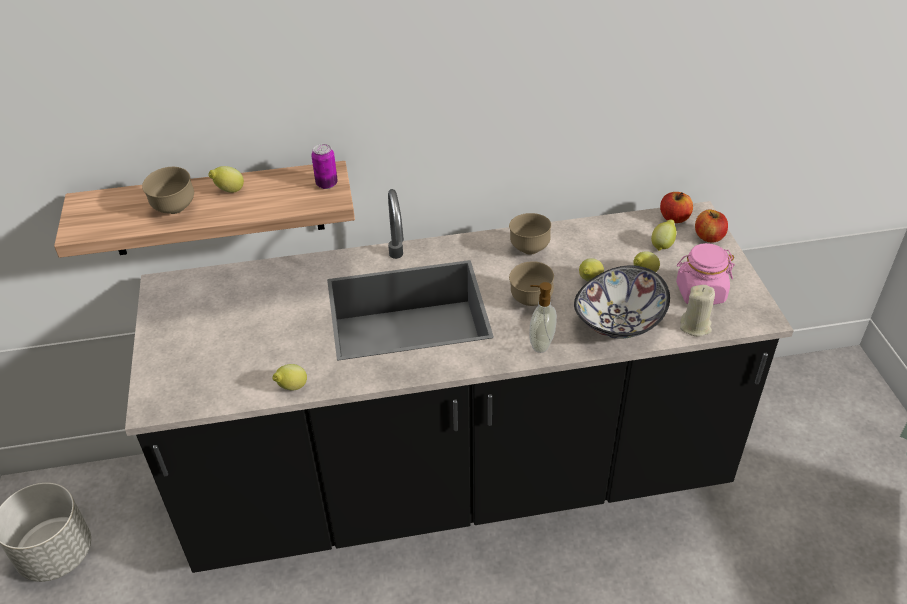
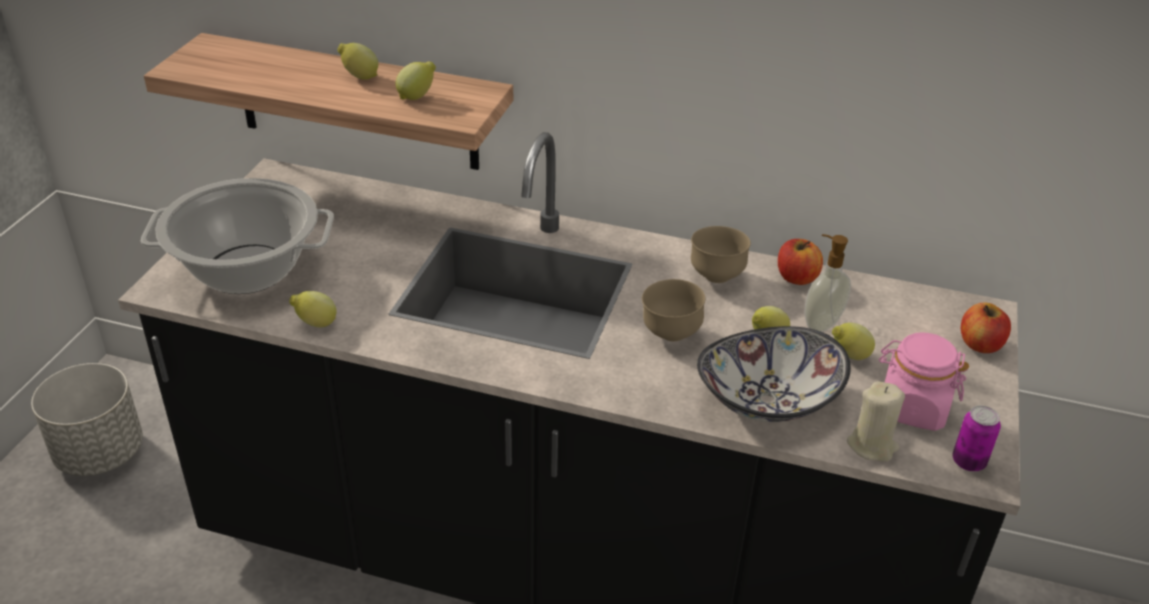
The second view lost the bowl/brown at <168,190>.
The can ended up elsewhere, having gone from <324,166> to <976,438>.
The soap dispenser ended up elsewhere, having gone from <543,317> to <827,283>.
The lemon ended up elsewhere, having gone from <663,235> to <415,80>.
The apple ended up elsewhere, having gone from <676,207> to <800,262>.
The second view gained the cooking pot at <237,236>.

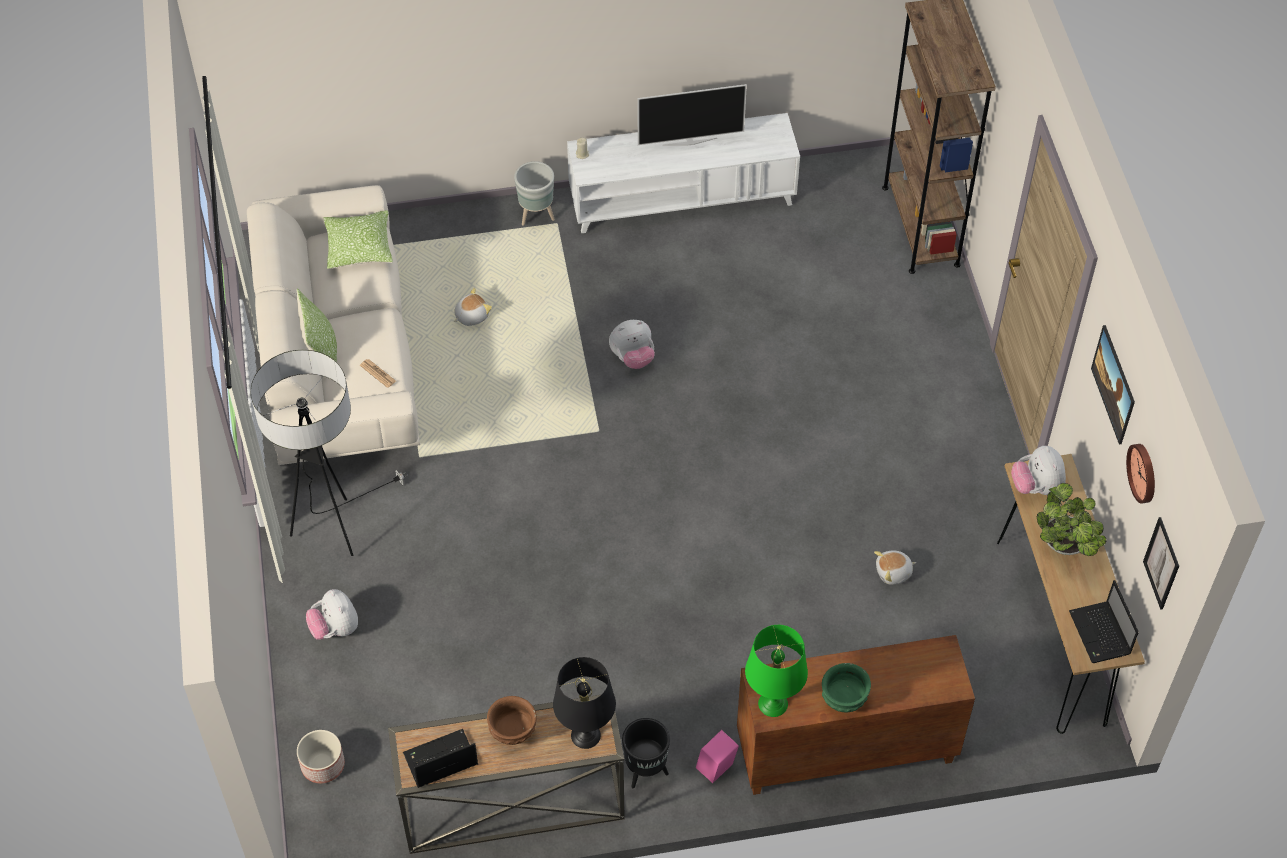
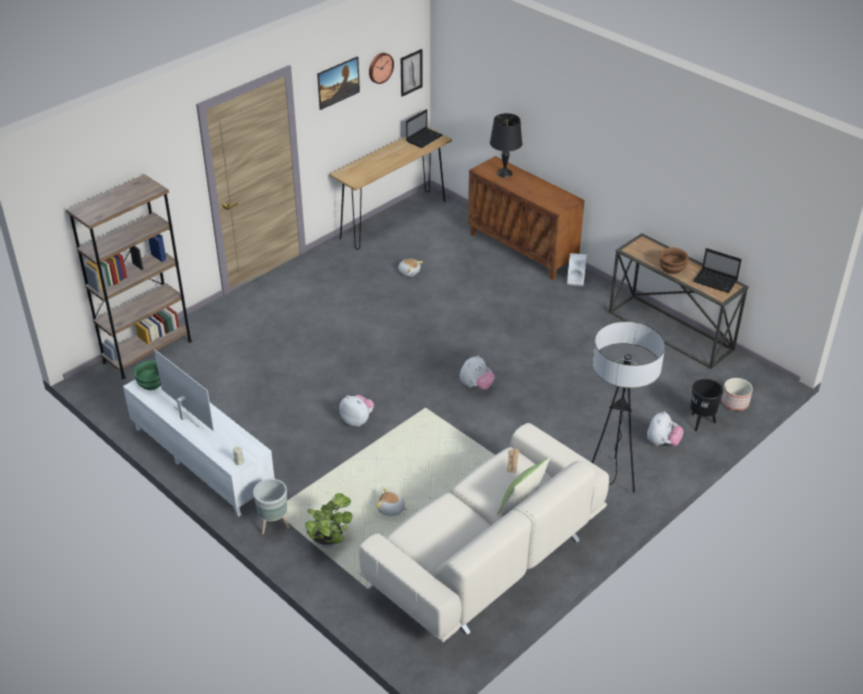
The second view lost the pillow at <358,239>.
The table lamp/black ended up elsewhere, having gone from <584,703> to <506,145>.
The planter/black ended up elsewhere, having gone from <646,753> to <707,405>.
What was the speaker/pink at <717,756> turned into the speaker/white at <577,269>.
The second view lost the table lamp/green at <776,671>.
The bowl/green ended up elsewhere, having gone from <846,687> to <147,375>.
The plush toy ended up elsewhere, having gone from <1038,470> to <477,372>.
The potted plant ended up elsewhere, having gone from <1072,519> to <329,520>.

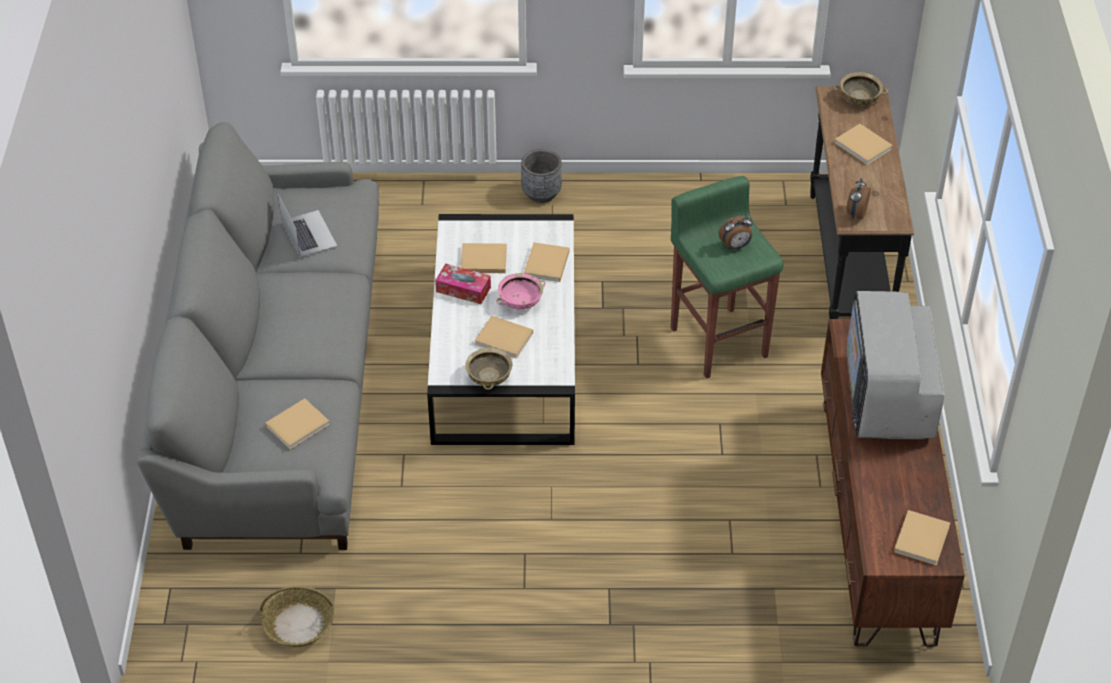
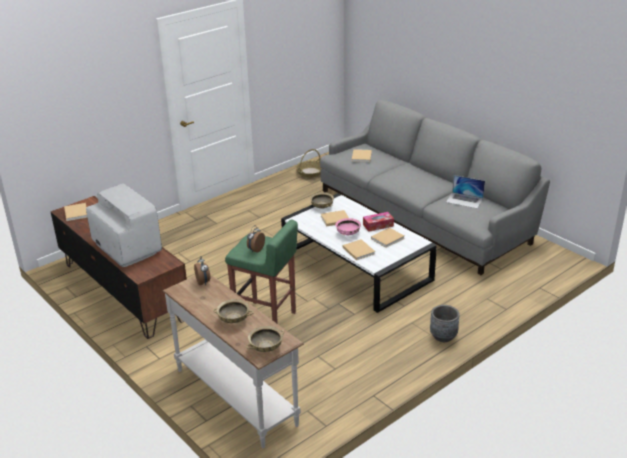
What was the console table/black at <862,203> turned into the console table/white at <233,361>.
Where the book/beige stood at <864,144>, the bowl/beige came to stand at <233,311>.

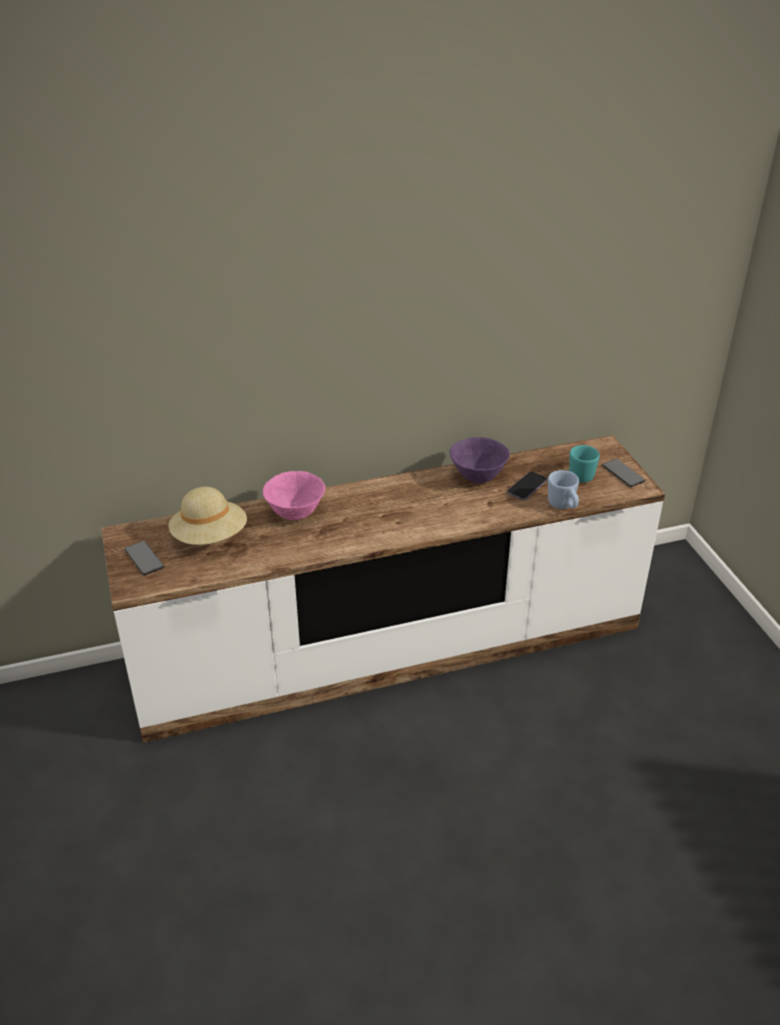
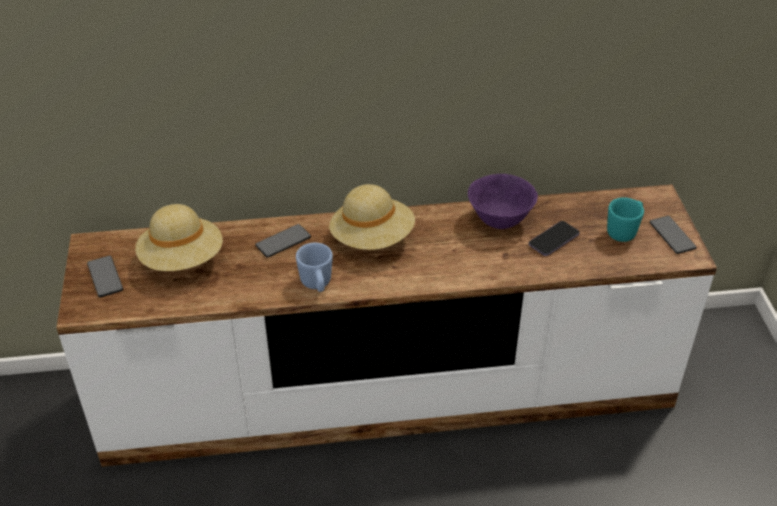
Where the bowl/pink stood at <294,495>, the phone came to stand at <283,241>.
The mug/blue ended up elsewhere, having gone from <563,489> to <314,267>.
The second view gained the hat/beige at <372,217>.

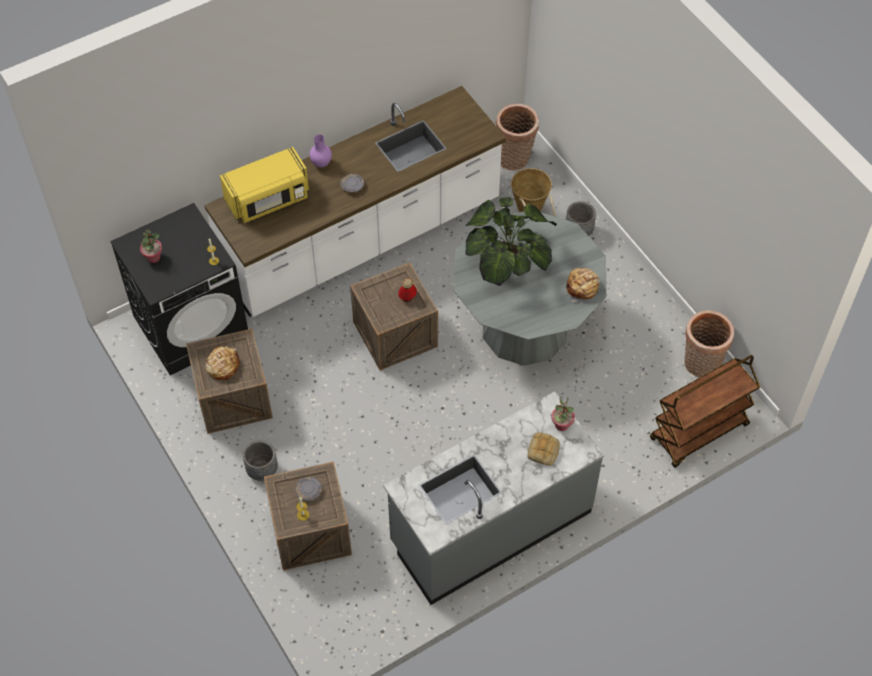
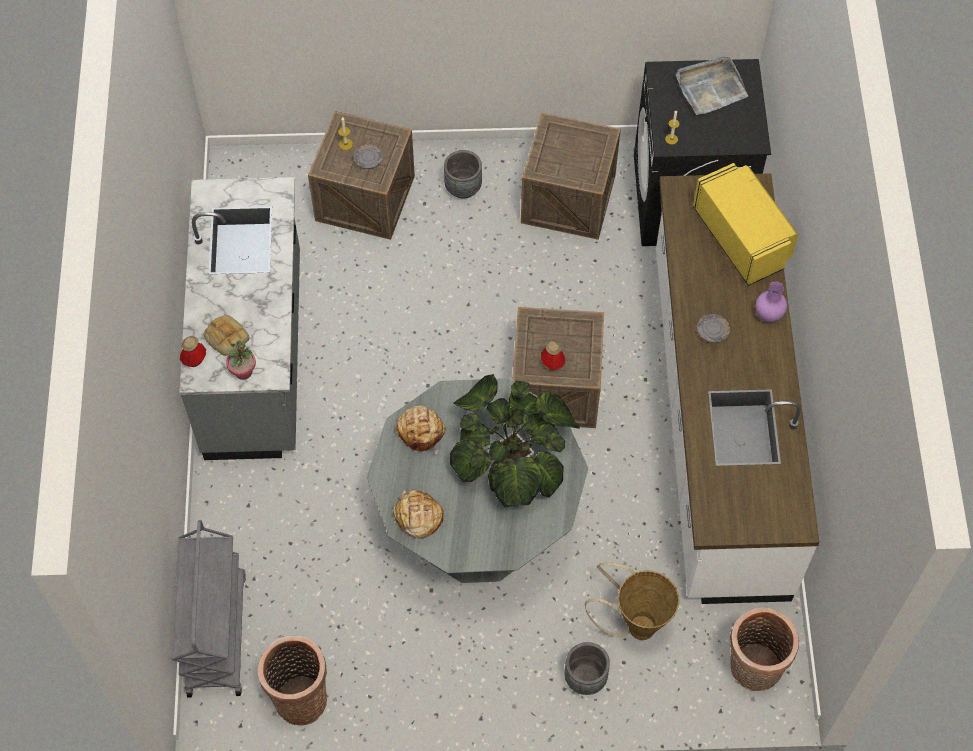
Where the potted plant stood at <151,246>, the tray/grey came to stand at <712,85>.
The bread ended up elsewhere, having gone from <223,363> to <420,429>.
The microwave/yellow at <264,185> ended up facing another way, 150 degrees clockwise from before.
What was the cart/brown at <705,411> turned into the cart/grey at <208,609>.
The second view gained the bottle at <193,351>.

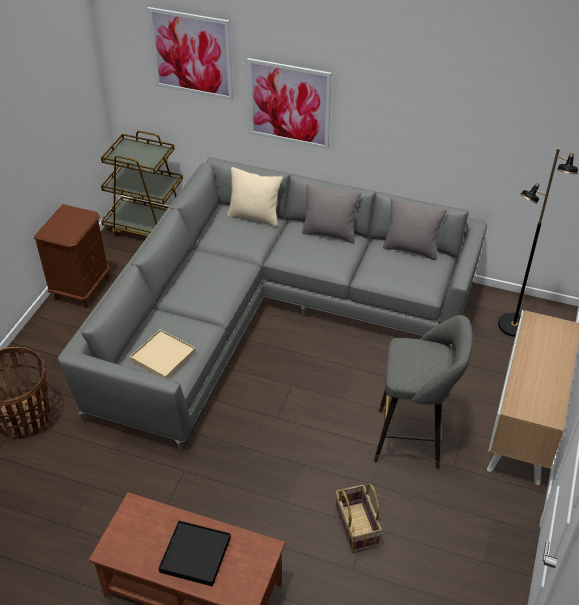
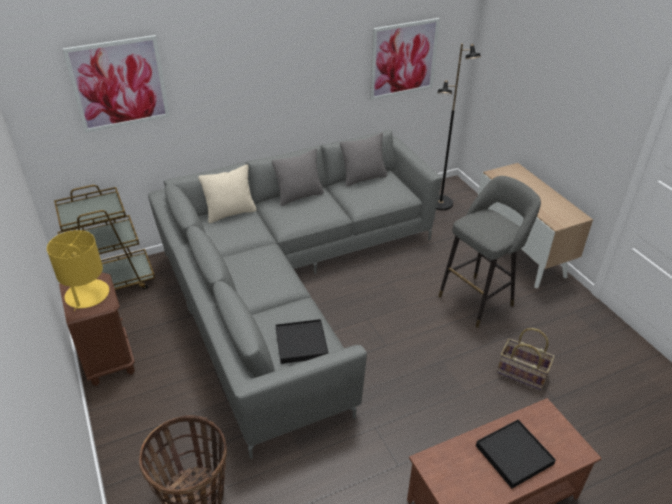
What was the tray/beige at <163,354> turned into the tray/black at <302,341>.
The picture ended up elsewhere, having gone from <289,103> to <405,59>.
The second view gained the table lamp/yellow at <78,270>.

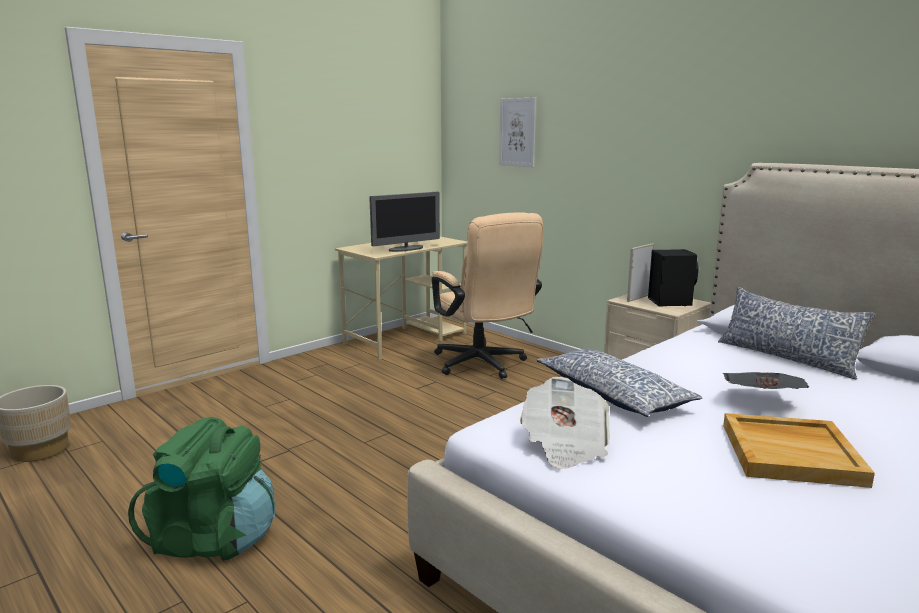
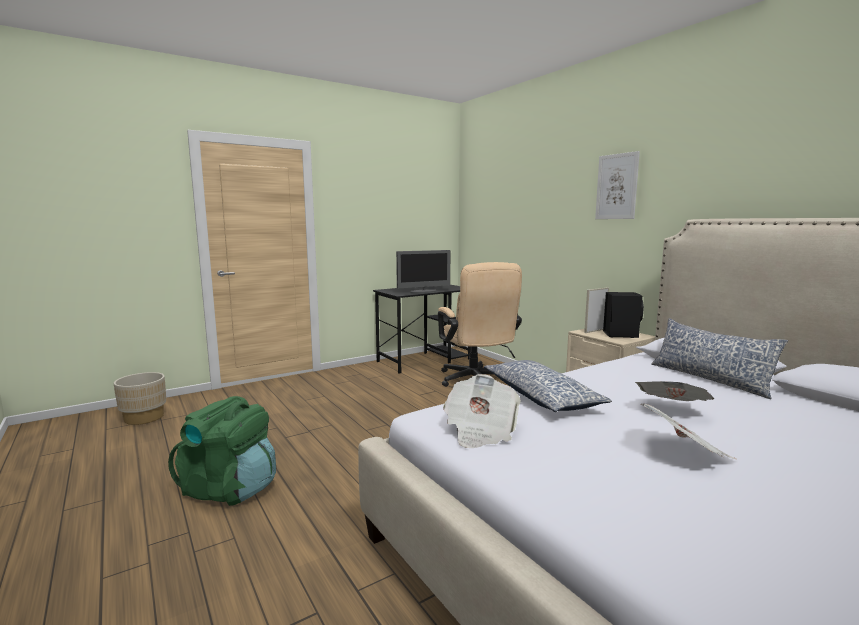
What was the desk/beige at <401,298> turned into the desk/black at <422,329>.
The picture ended up elsewhere, having gone from <517,132> to <617,185>.
Where the tray/beige stood at <799,450>, the newspaper came to stand at <688,431>.

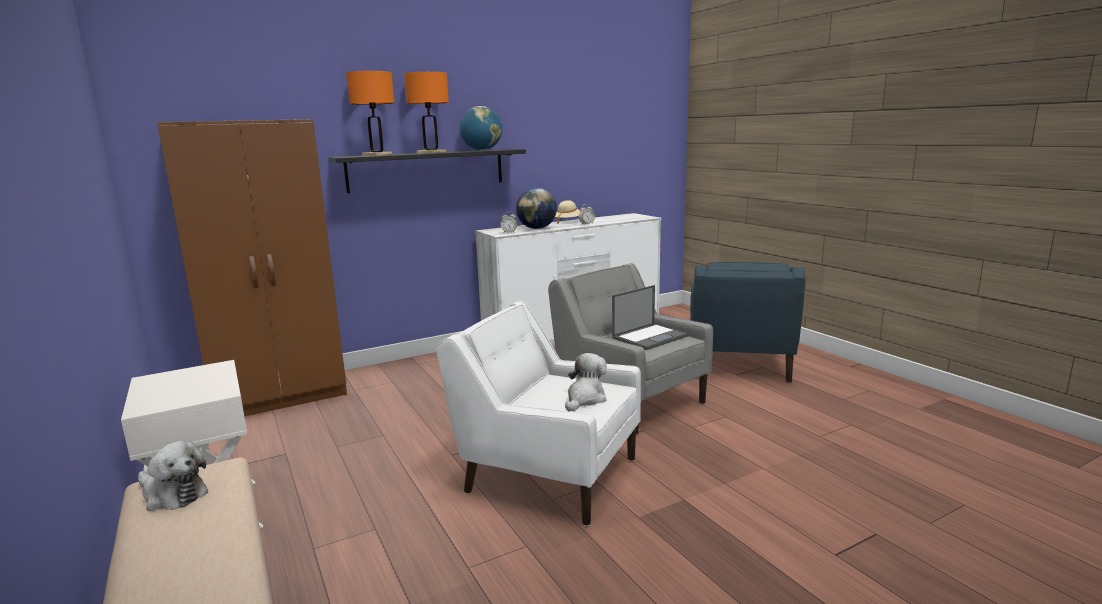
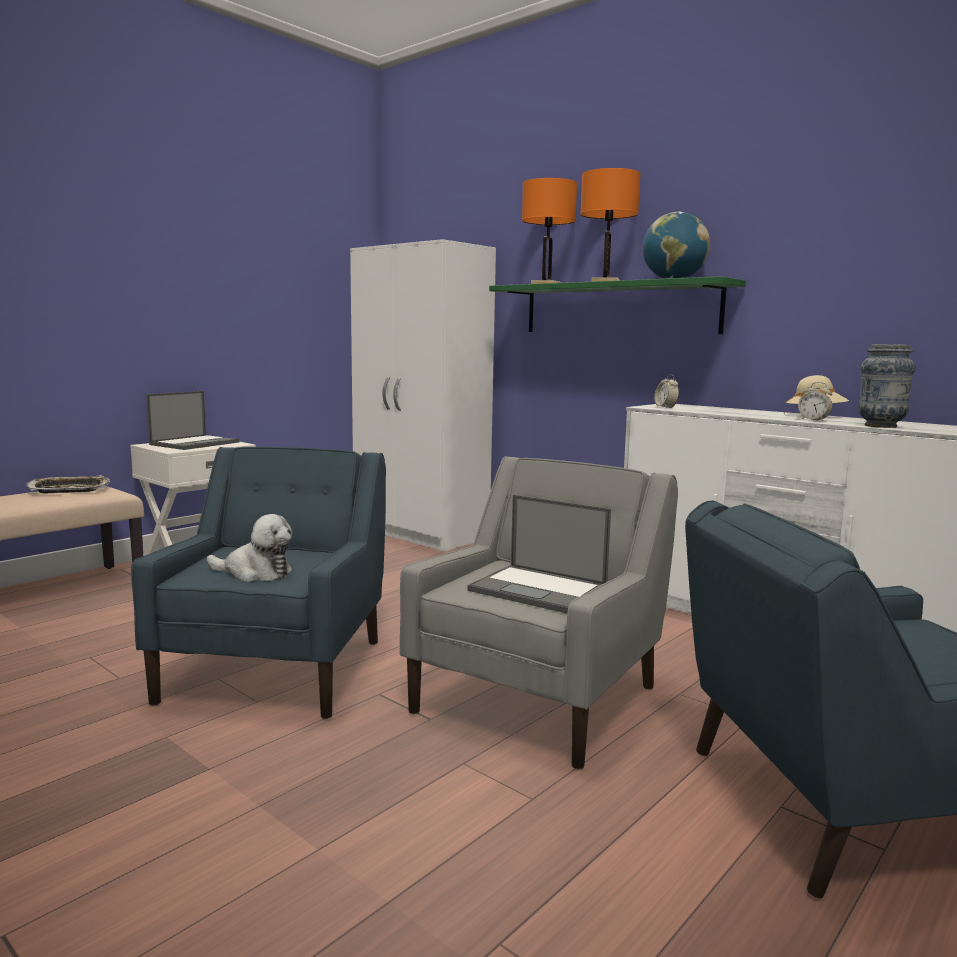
Where the plush toy stood at <173,476>, the tray came to stand at <67,484>.
What was the wardrobe/brown at <252,268> turned into the wardrobe/white at <423,395>.
What was the shelf/black at <427,171> turned into the shelf/green at <617,305>.
What was the armchair/white at <539,413> turned into the armchair/blue at <258,583>.
The second view lost the globe at <536,208>.
The second view gained the laptop at <193,420>.
The second view gained the vase at <887,386>.

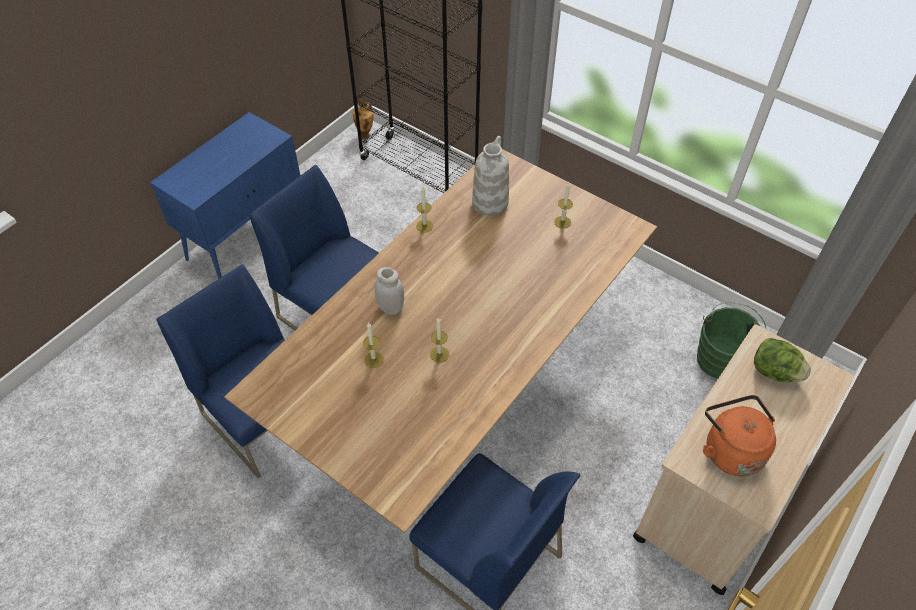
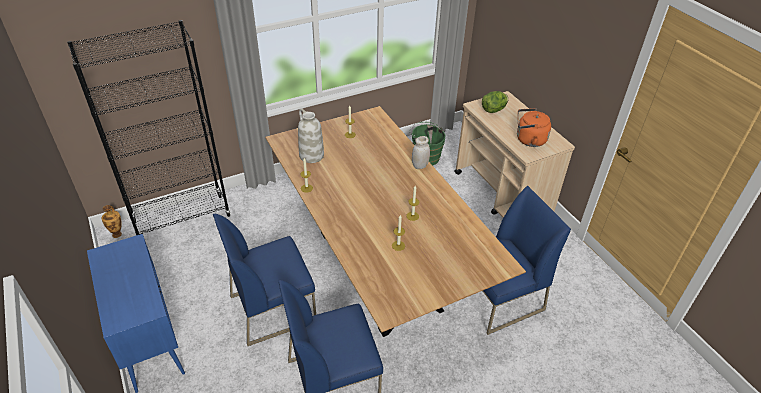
The jar/white ended up elsewhere, having gone from <389,291> to <421,152>.

